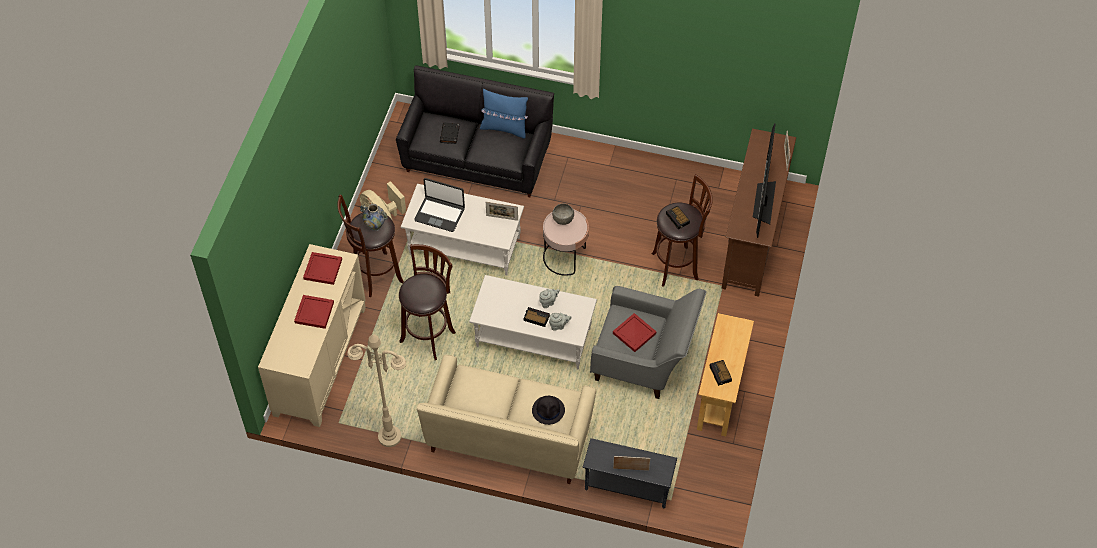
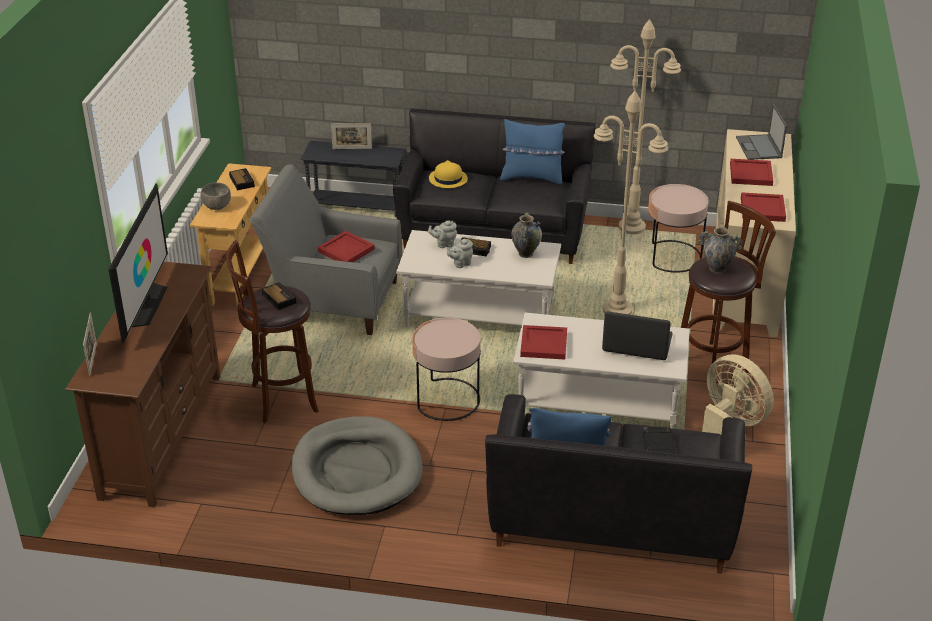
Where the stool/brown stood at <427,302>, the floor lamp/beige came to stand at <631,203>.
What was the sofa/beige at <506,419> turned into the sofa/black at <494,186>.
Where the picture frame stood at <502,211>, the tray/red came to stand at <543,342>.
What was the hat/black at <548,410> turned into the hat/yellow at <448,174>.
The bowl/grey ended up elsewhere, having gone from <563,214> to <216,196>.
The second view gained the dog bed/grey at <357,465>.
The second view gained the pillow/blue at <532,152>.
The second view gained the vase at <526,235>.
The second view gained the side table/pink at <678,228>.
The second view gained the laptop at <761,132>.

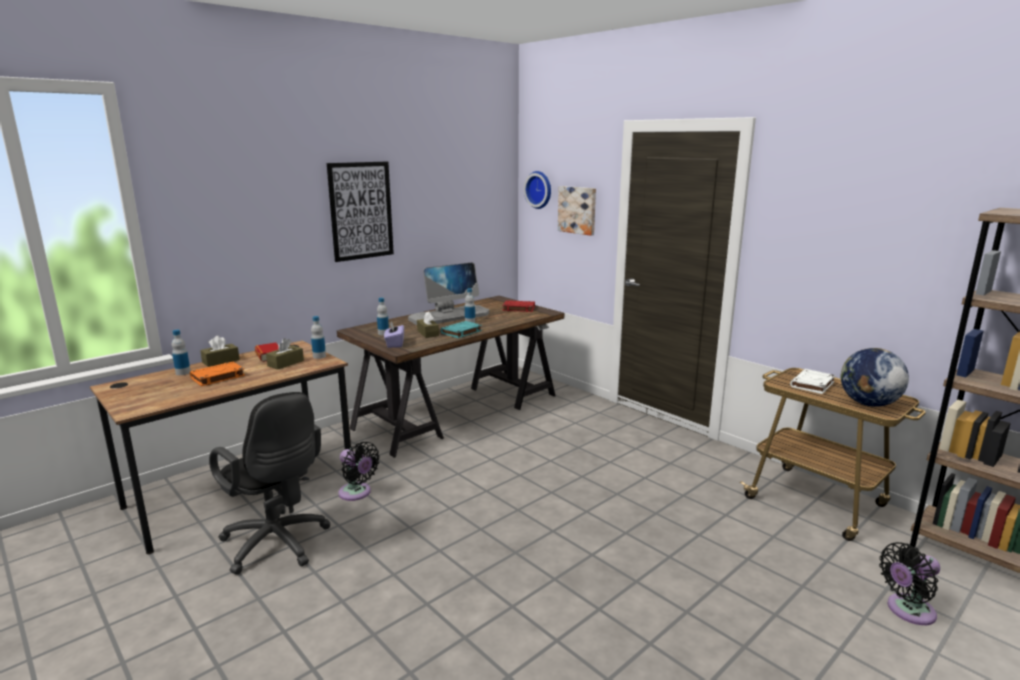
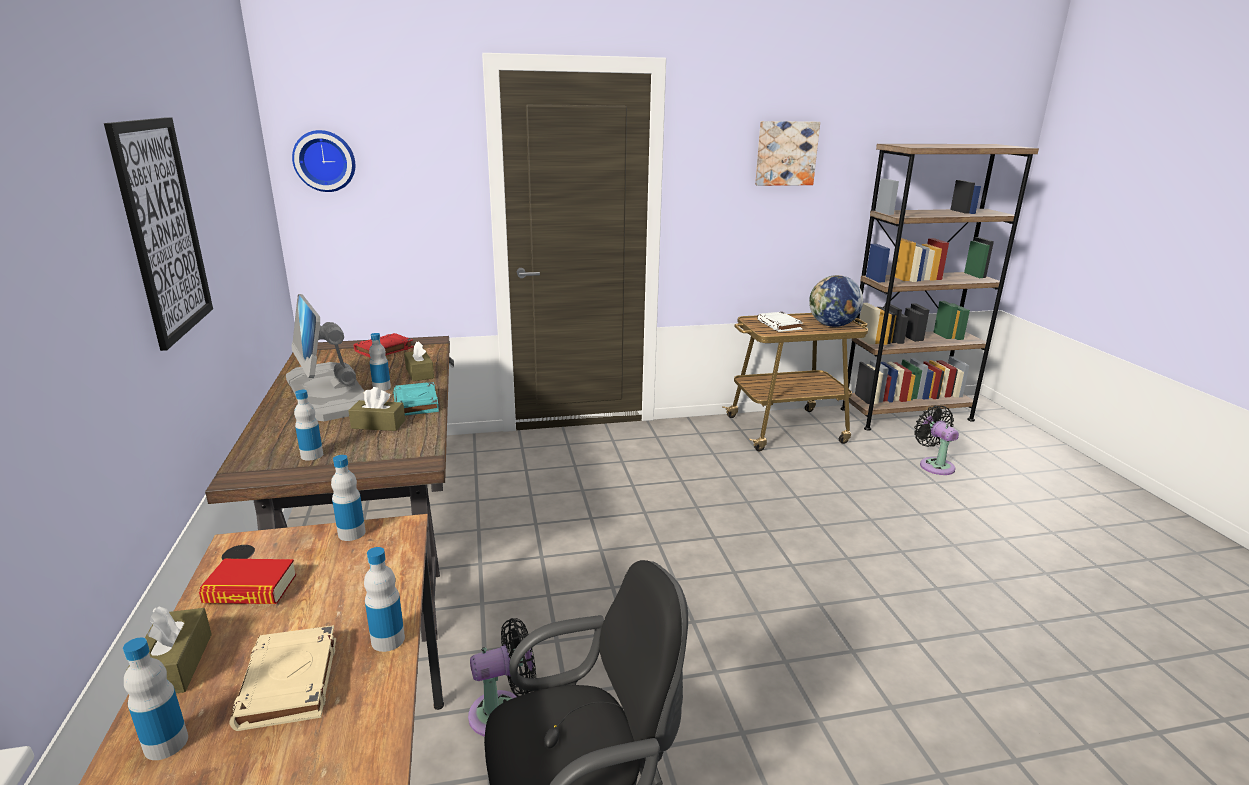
What was the book/orange at <217,374> turned into the book/beige at <282,678>.
The tissue box/brown ended up elsewhere, having gone from <285,354> to <419,361>.
The second view lost the tissue box/purple at <394,334>.
The monitor at <448,293> ended up facing another way, 150 degrees clockwise from before.
The picture ended up elsewhere, having gone from <577,211> to <787,153>.
The fan/black at <909,583> ended up facing another way, 150 degrees clockwise from before.
The second view gained the bottle at <384,599>.

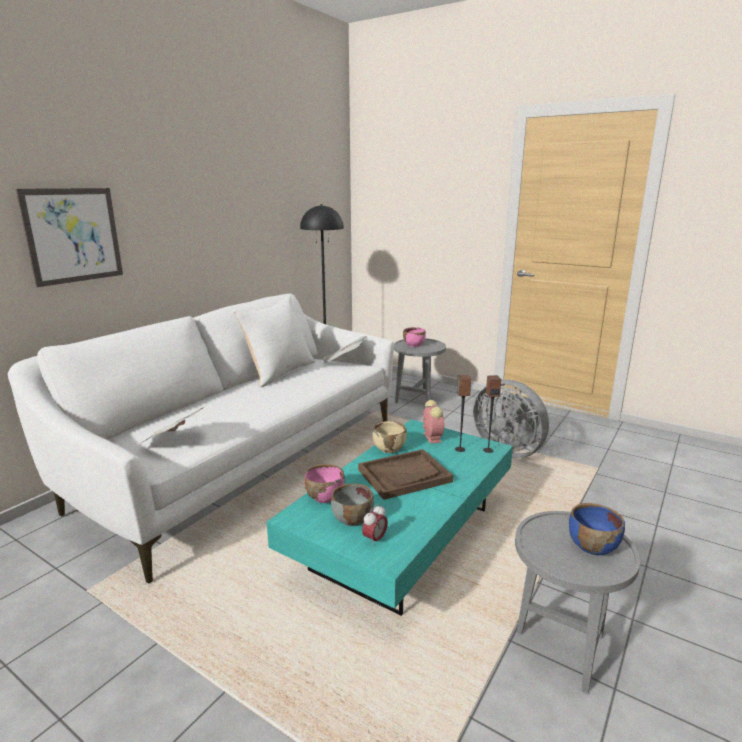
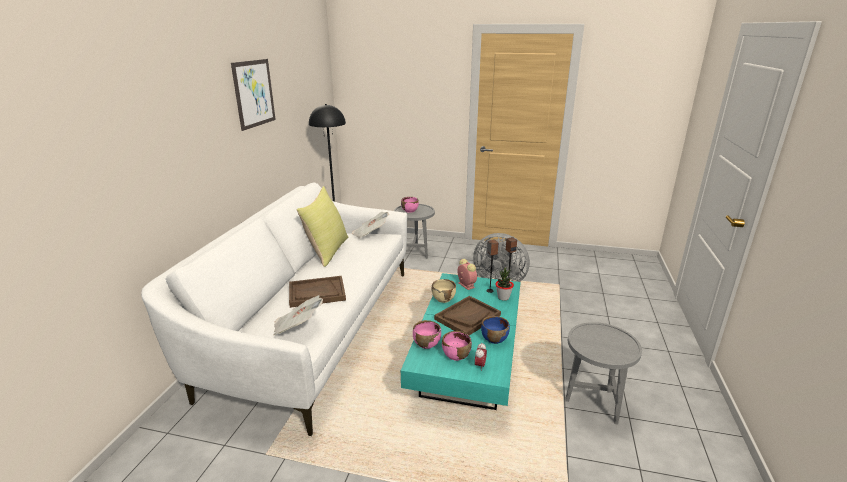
The picture ended up elsewhere, having gone from <69,237> to <253,95>.
What was the pillow/white at <274,340> turned into the pillow/yellow at <322,226>.
What was the bowl/grey at <352,505> turned into the bowl/pink at <457,346>.
The bowl/blue ended up elsewhere, having gone from <597,529> to <495,330>.
The second view gained the tray/brown at <317,292>.
The second view gained the potted plant at <505,284>.

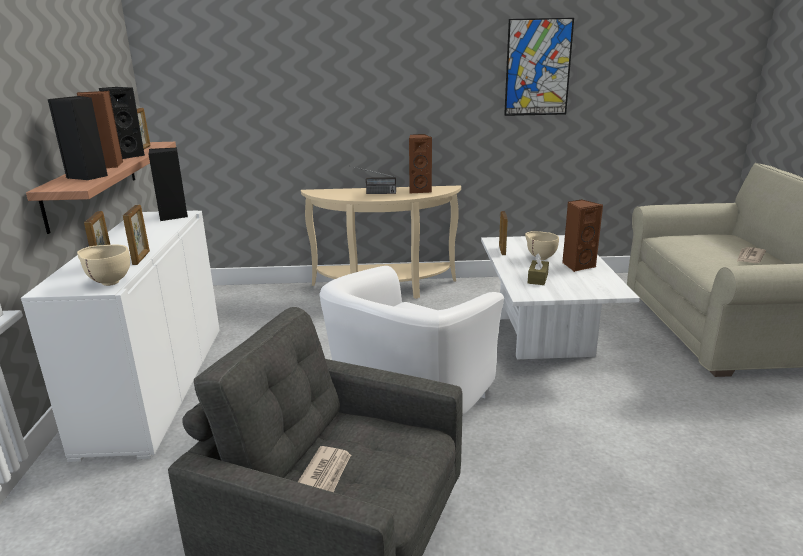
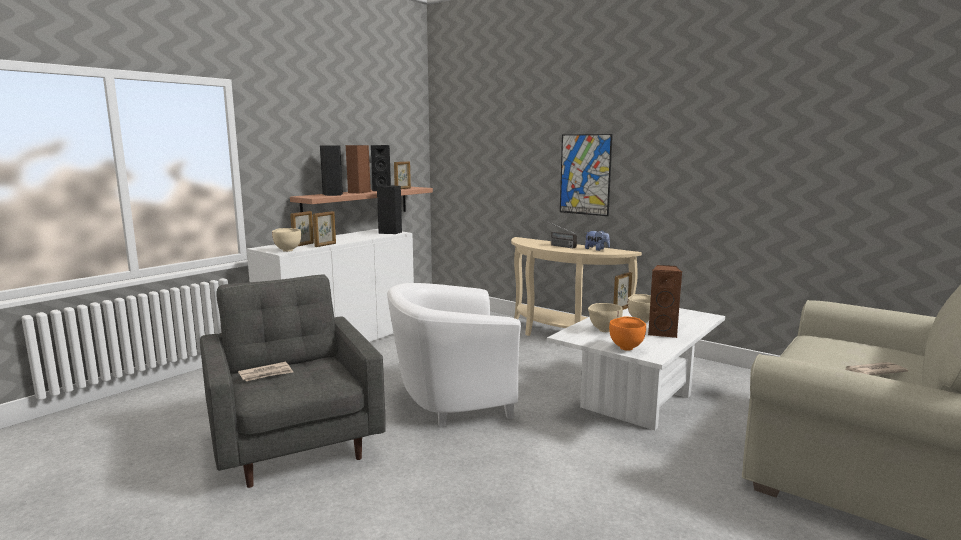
Where the speaker/brown stood at <420,163>, the plush toy came to stand at <597,240>.
The picture ended up elsewhere, having gone from <539,67> to <586,175>.
Where the tissue box/brown stood at <538,269>, the bowl/beige came to stand at <605,317>.
The second view gained the bowl/orange at <627,333>.

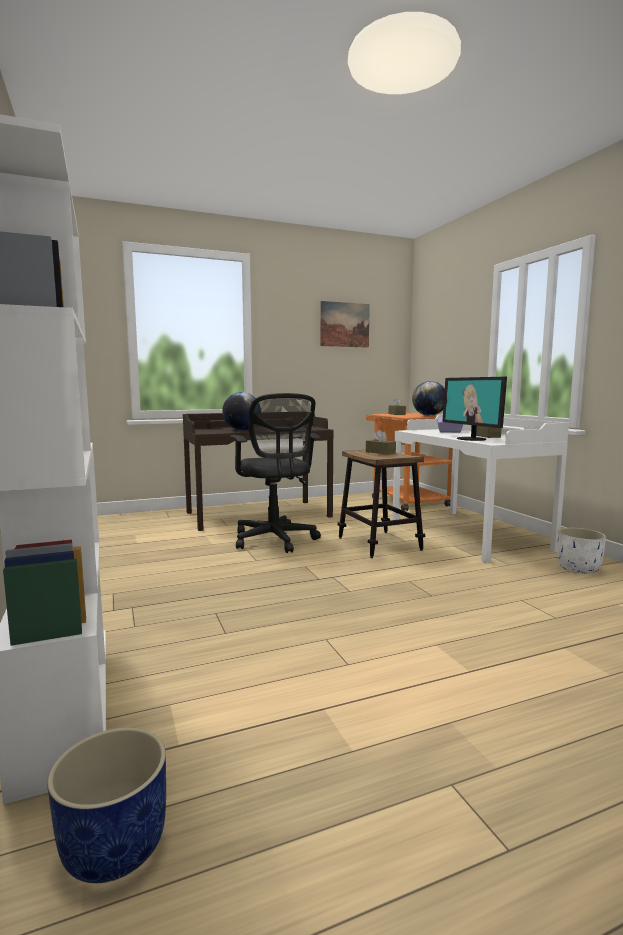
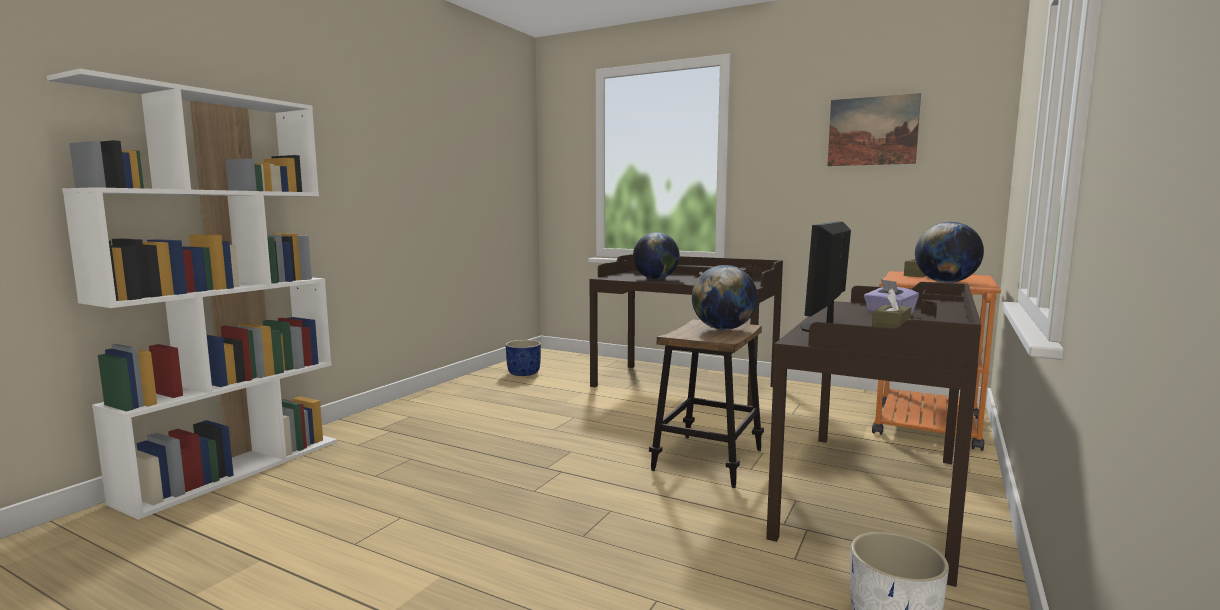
The planter/blue ended up elsewhere, having gone from <106,805> to <523,358>.
The second view lost the office chair/black at <275,473>.
Where the tissue box/brown stood at <381,441>, the globe came to stand at <725,297>.
What was the desk/white at <480,488> turned into the desk/brown at <873,434>.

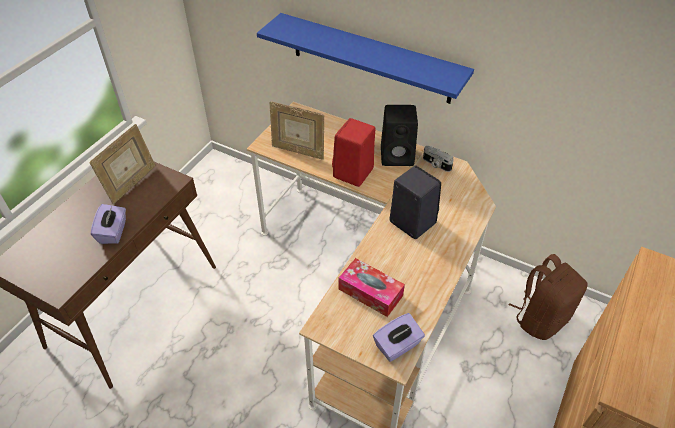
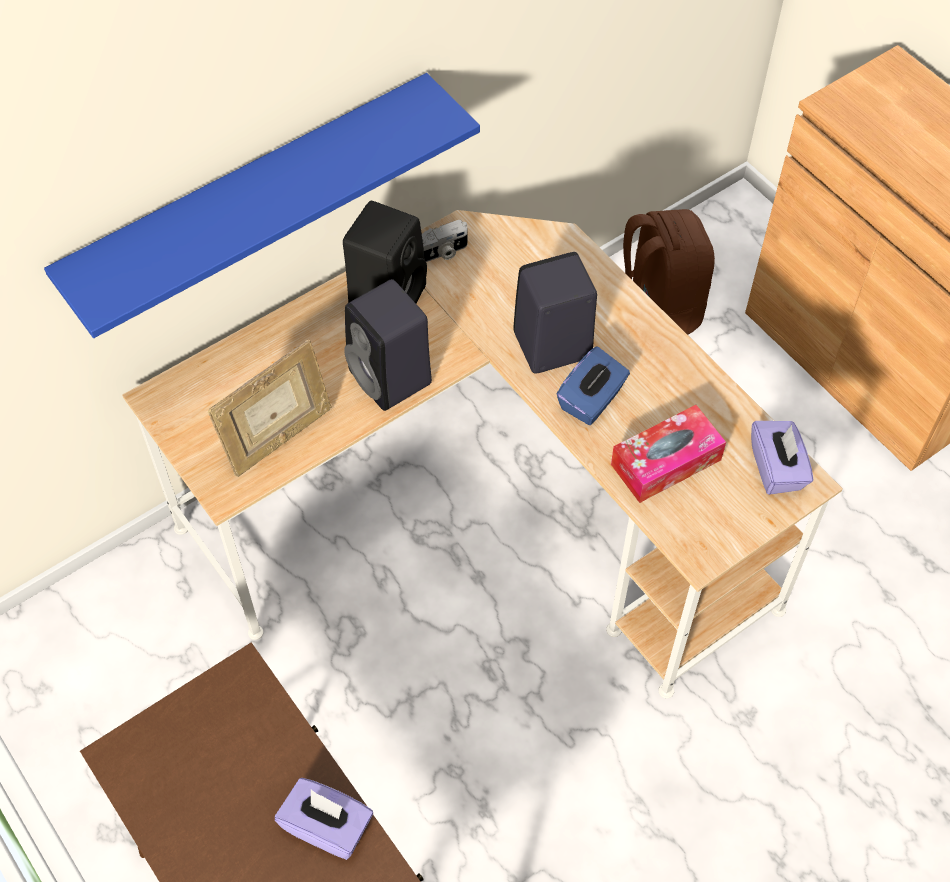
The second view lost the picture frame at <122,164>.
What was the speaker/red at <354,152> turned into the speaker/black at <388,345>.
The second view gained the tissue box/blue at <593,385>.

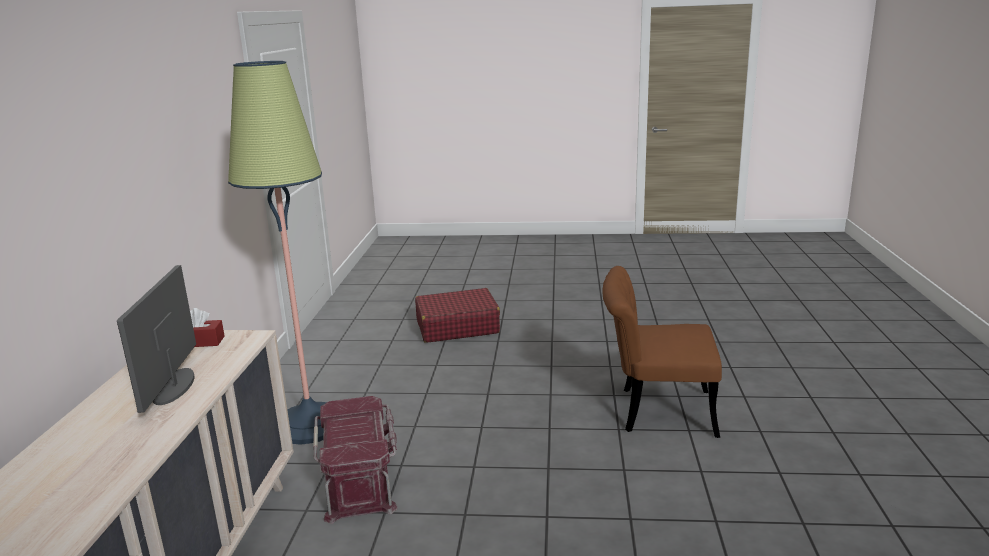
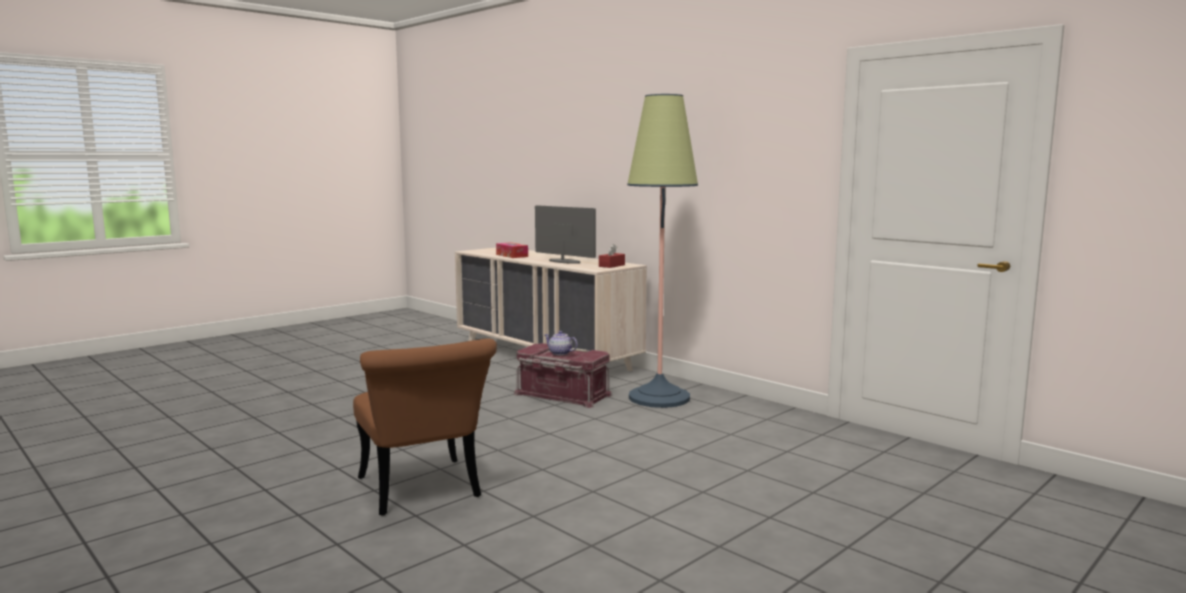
The second view lost the suitcase/red at <457,315>.
The chair/brown at <662,352> ended up facing another way, 105 degrees clockwise from before.
The second view gained the tissue box at <512,250>.
The second view gained the teapot at <561,343>.

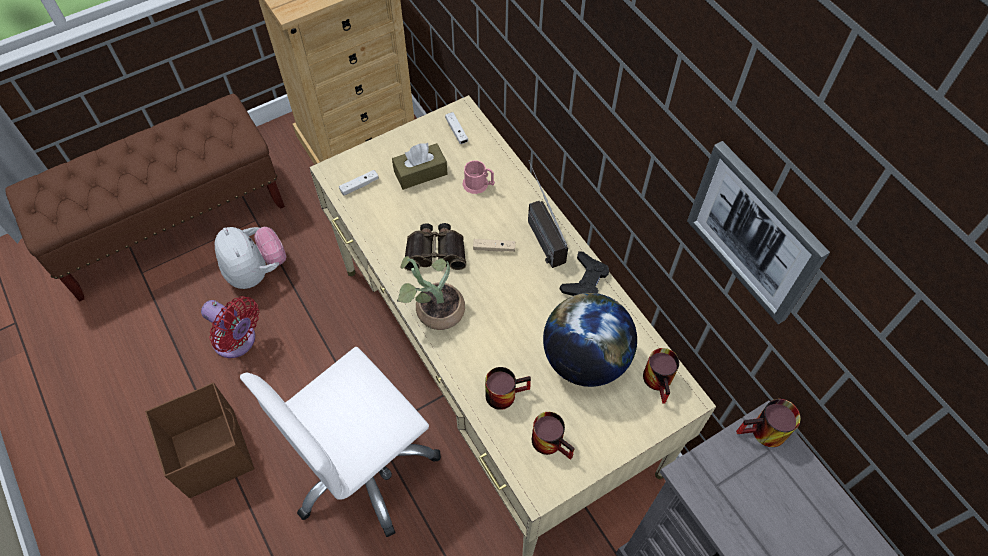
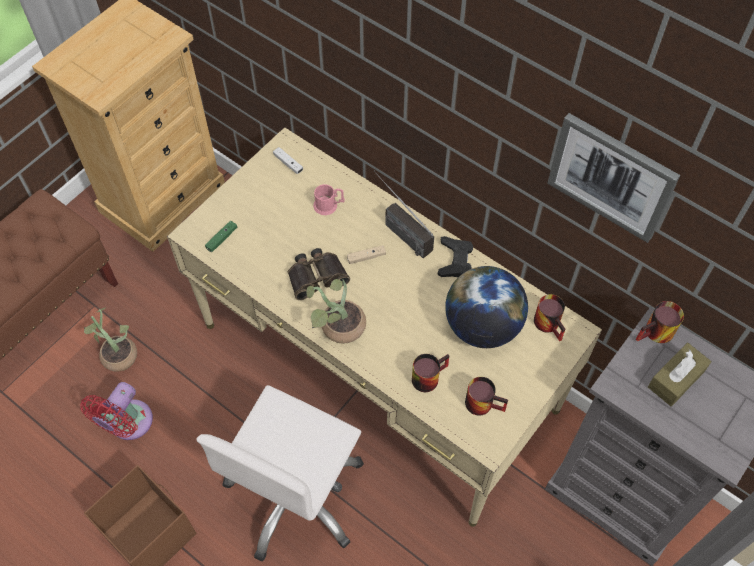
The fan/red at <230,327> ended up facing another way, 105 degrees clockwise from before.
Where the plush toy stood at <251,258>, the potted plant came to stand at <110,340>.
What was the game controller/white at <359,183> turned into the game controller/green at <221,236>.
The tissue box/brown ended up elsewhere, having gone from <419,166> to <679,375>.

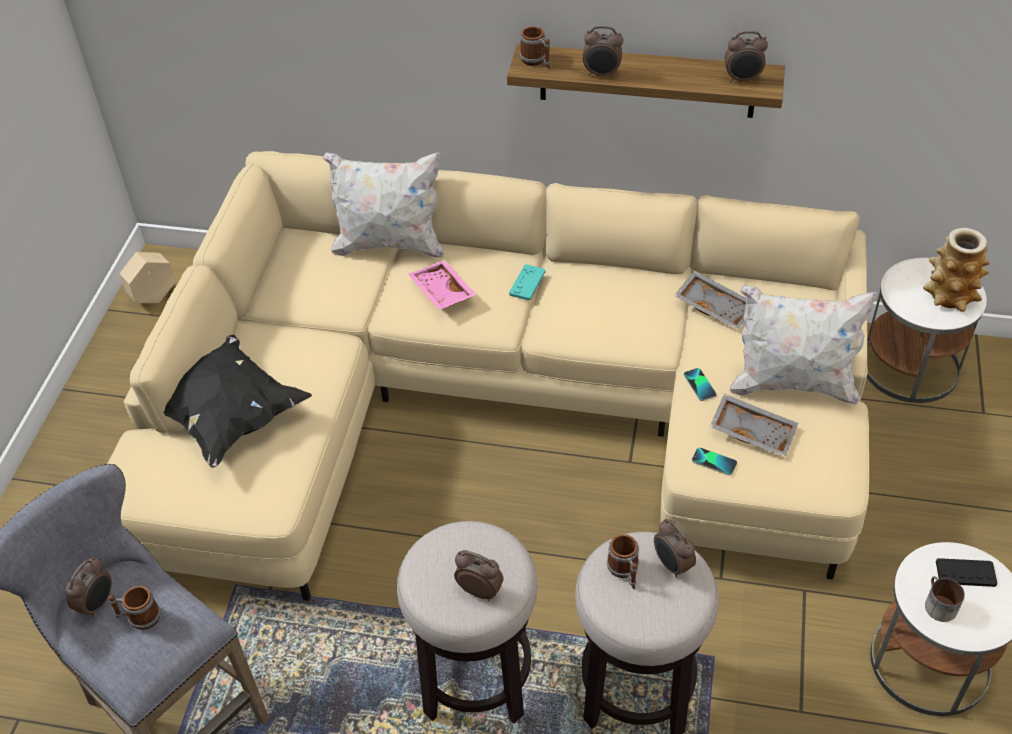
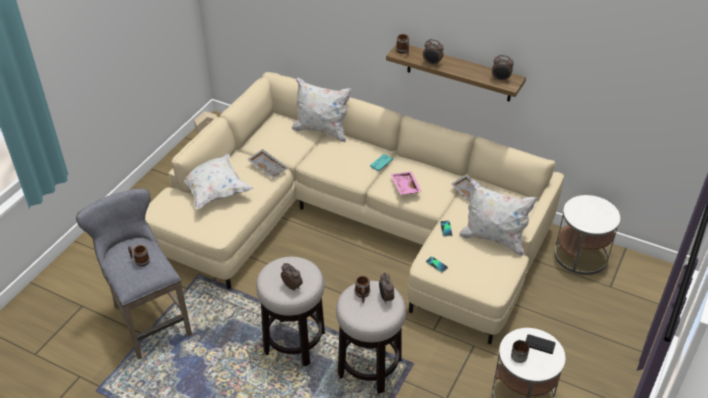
The second view lost the alarm clock at <88,588>.
What was the pillow/black at <237,401> turned into the pillow/white at <219,181>.
The tray/pink ended up elsewhere, having gone from <442,285> to <406,183>.
The tray/grey ended up elsewhere, having gone from <754,425> to <267,164>.
The second view lost the vase at <956,270>.

